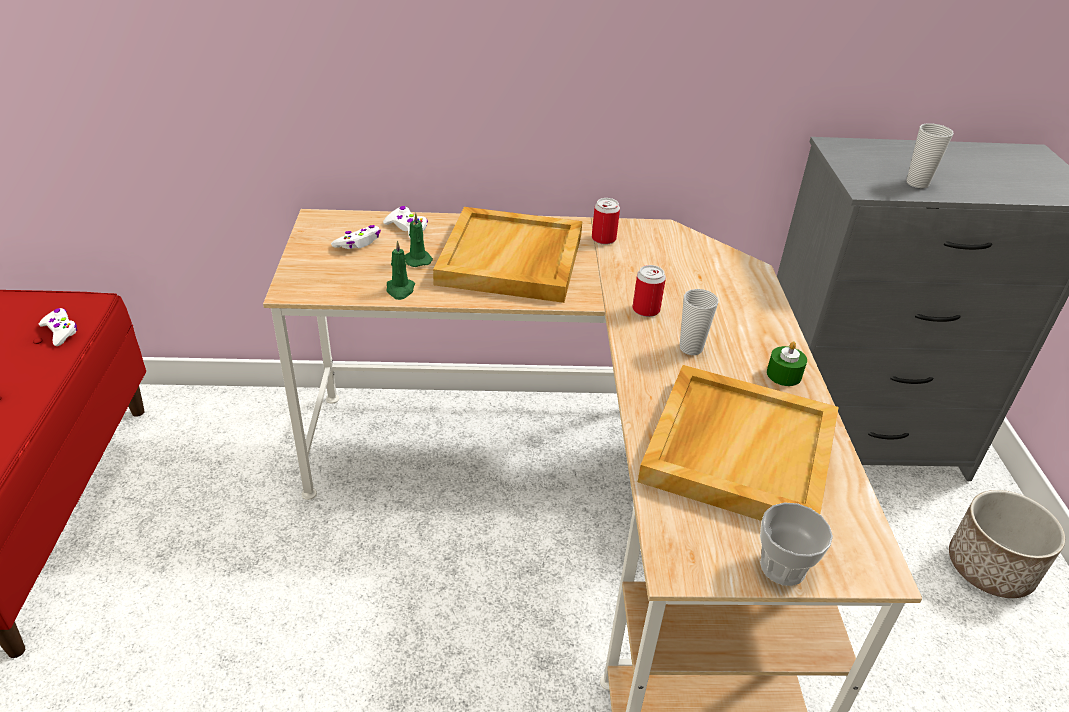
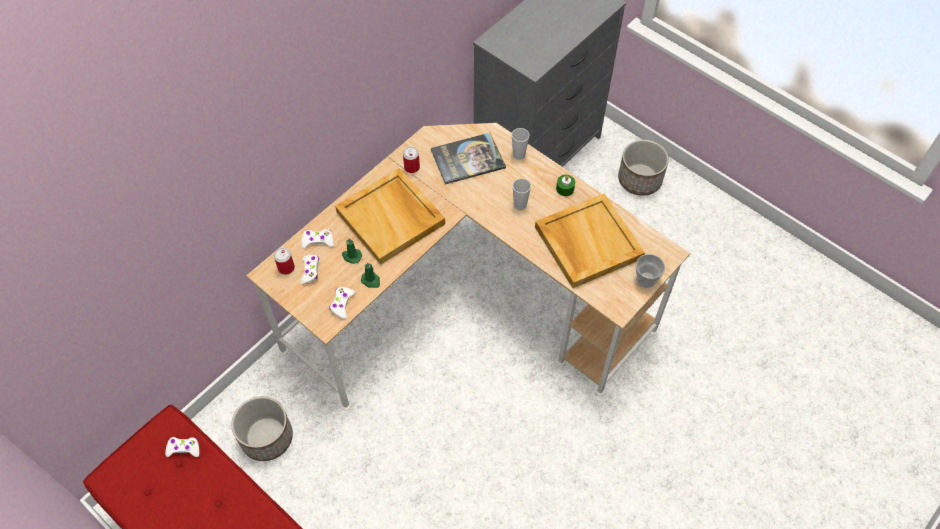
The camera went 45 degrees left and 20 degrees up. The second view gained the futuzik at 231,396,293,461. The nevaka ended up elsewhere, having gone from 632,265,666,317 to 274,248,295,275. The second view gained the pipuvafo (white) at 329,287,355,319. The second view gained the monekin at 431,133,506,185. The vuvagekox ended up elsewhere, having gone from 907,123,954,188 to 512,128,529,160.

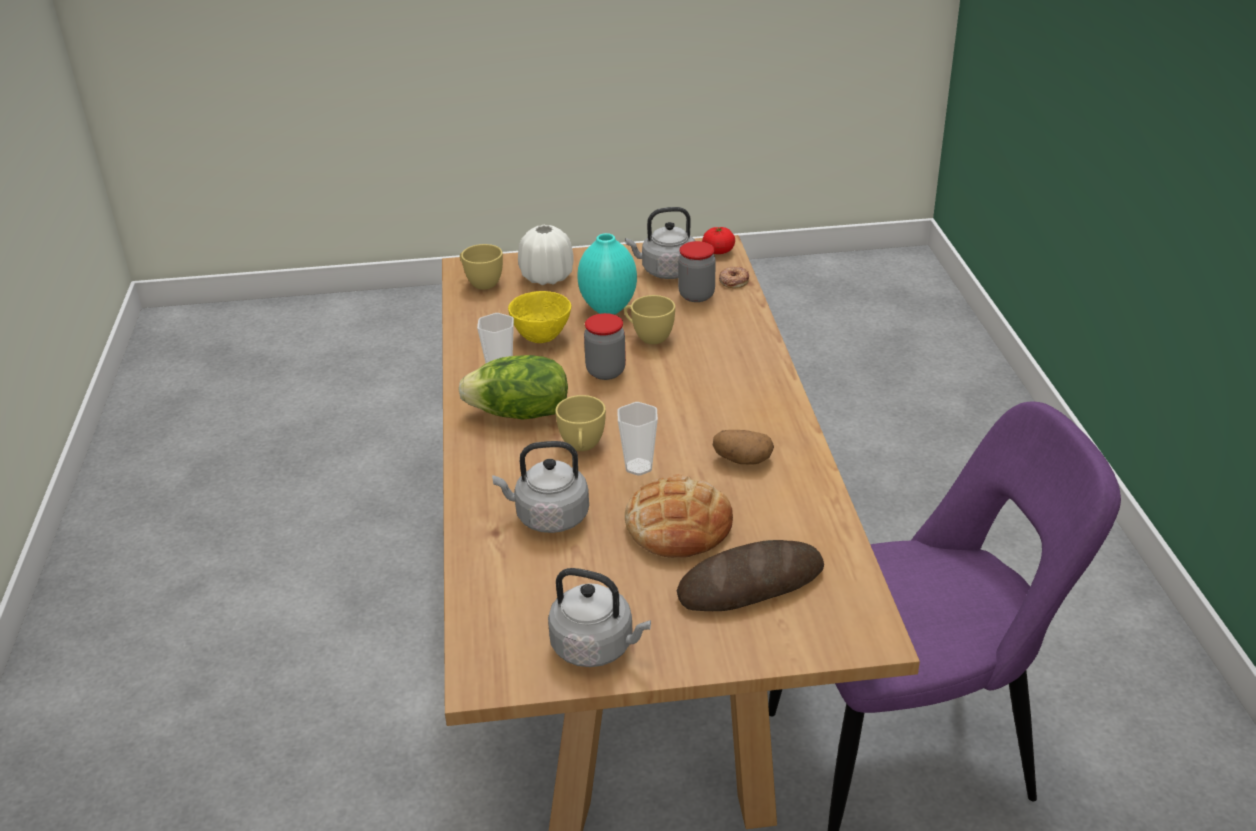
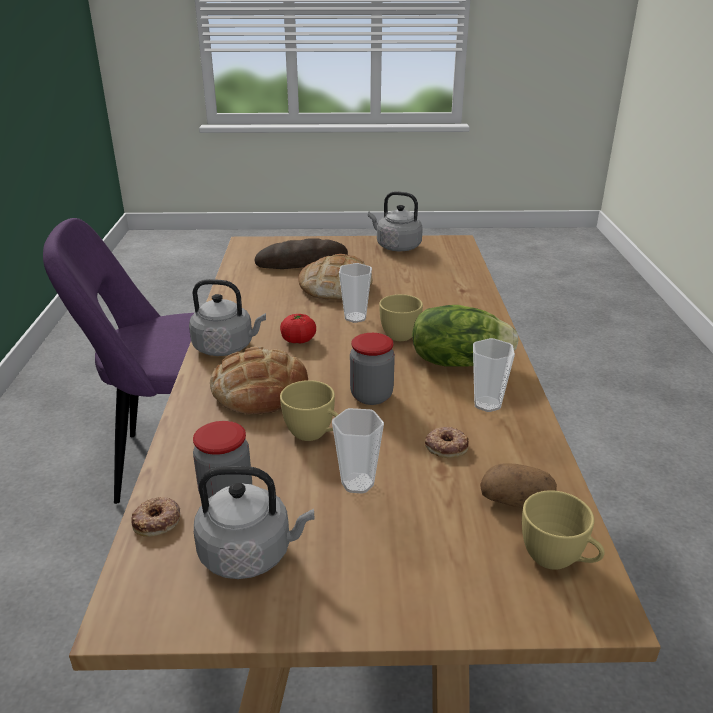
The camera went 175 degrees left and 5 degrees down. The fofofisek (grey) ended up elsewhere, having gone from 492,441,589,533 to 189,279,266,356. The second view gained the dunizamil at 210,347,308,415. The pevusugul ended up elsewhere, having gone from 702,227,735,254 to 280,314,316,344. Where the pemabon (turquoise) stood at 577,233,637,314, the vuvagekox came to stand at 332,408,384,494. Where the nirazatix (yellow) stood at 508,291,571,343, the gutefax came to stand at 425,427,469,458. The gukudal ended up elsewhere, having gone from 713,430,774,464 to 480,463,557,508. The second view lost the pemabon (white) at 518,225,574,285.

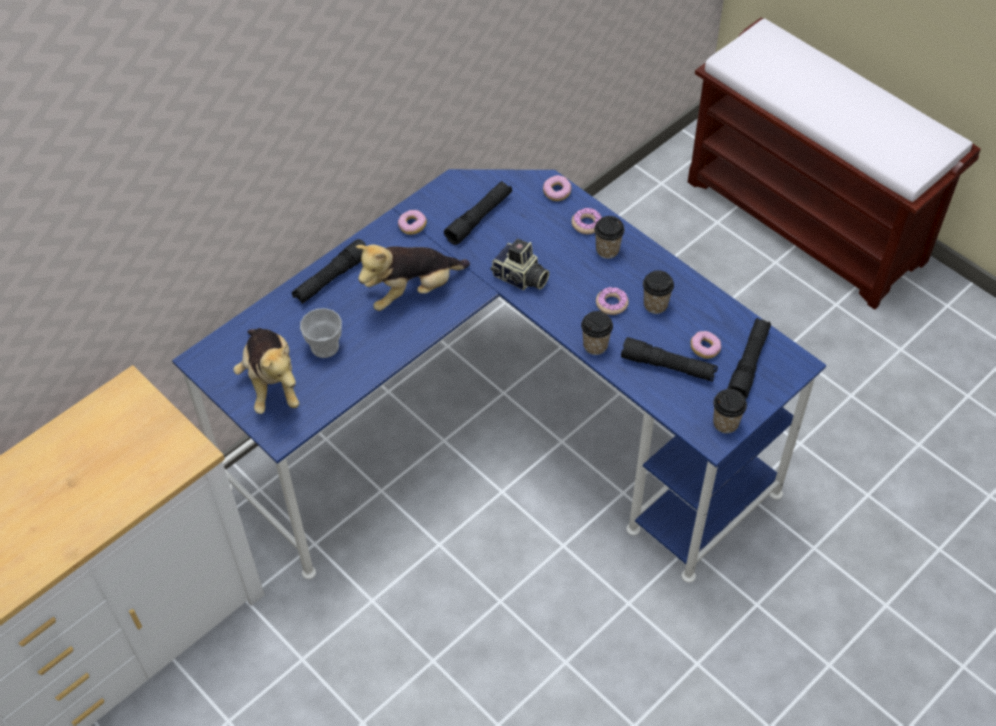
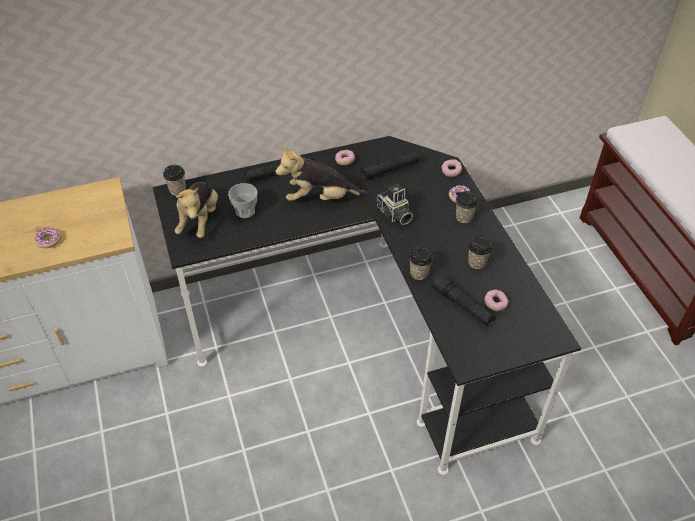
The camera went 25 degrees right and 5 degrees down. The gutefax ended up elsewhere, having gone from 596,287,629,315 to 35,227,61,248. What was the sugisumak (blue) at 172,169,826,582 turned into the sugisumak (black) at 153,136,581,475. The vuvagekox ended up elsewhere, having gone from 713,389,747,434 to 163,165,186,196. The second view lost the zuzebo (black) at 727,318,771,399.

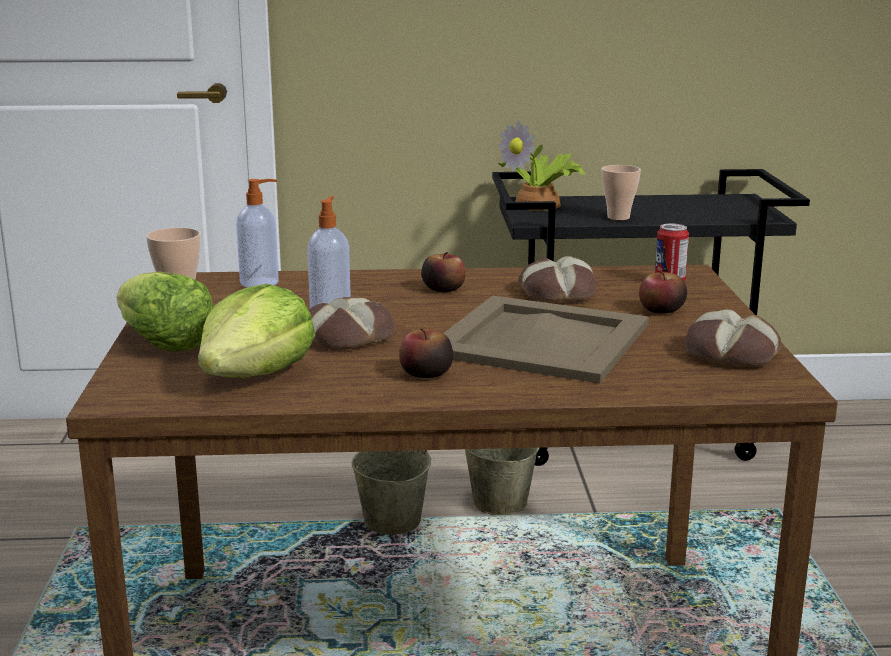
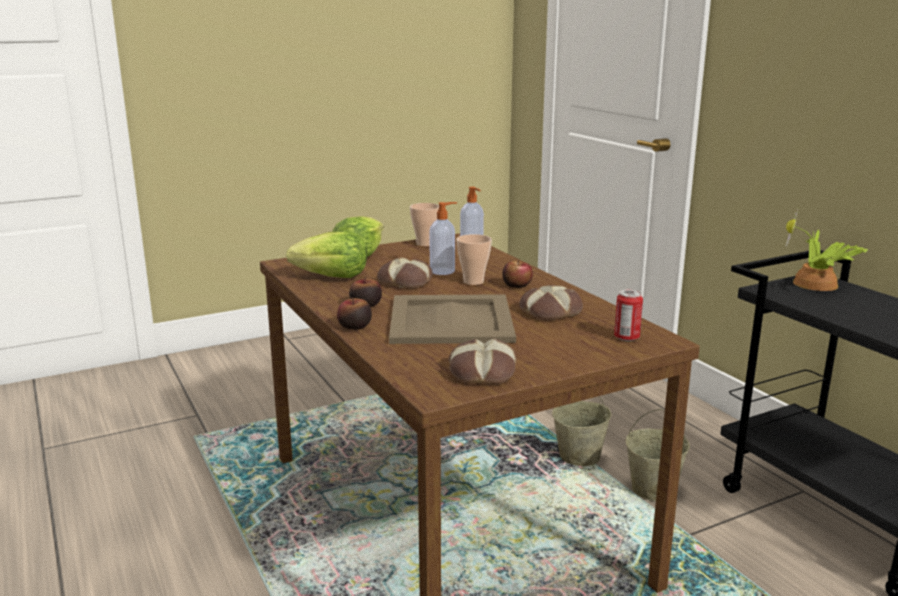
The camera went 65 degrees right and 0 degrees up. The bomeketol ended up elsewhere, having gone from 639,271,687,313 to 337,297,372,330. The vuvagekox ended up elsewhere, having gone from 602,165,641,220 to 456,234,492,285.

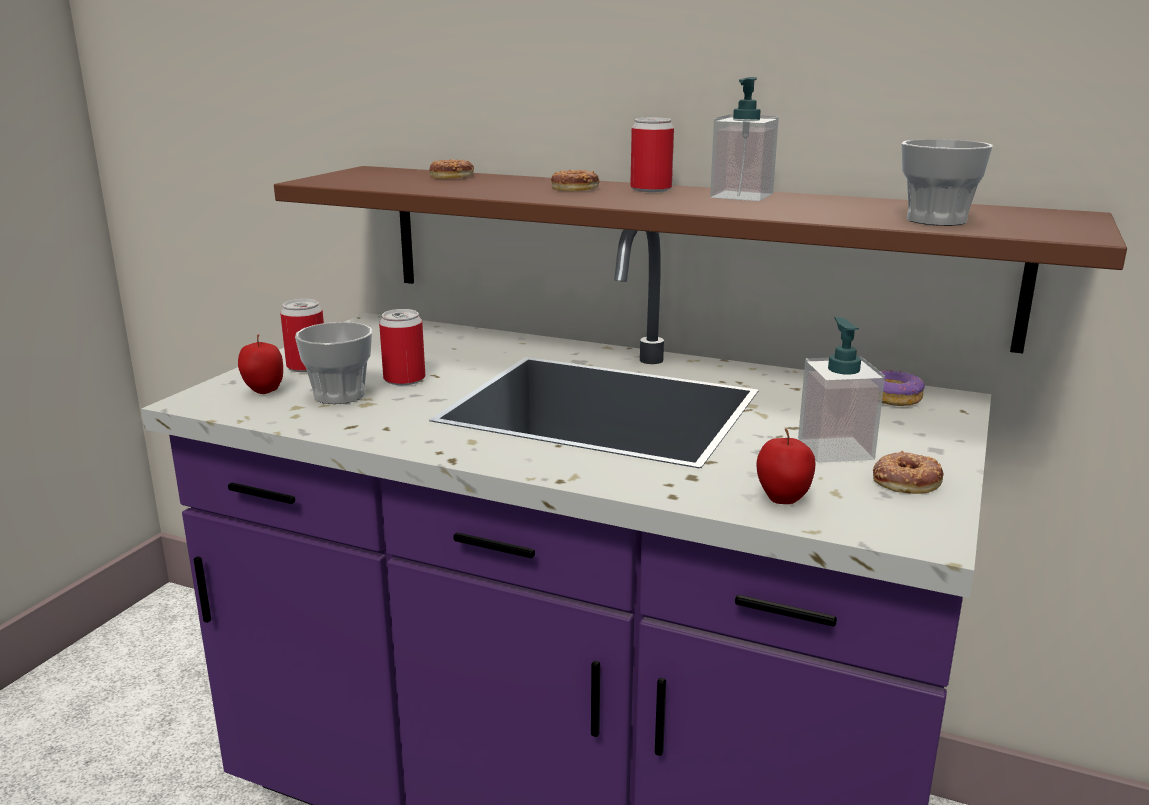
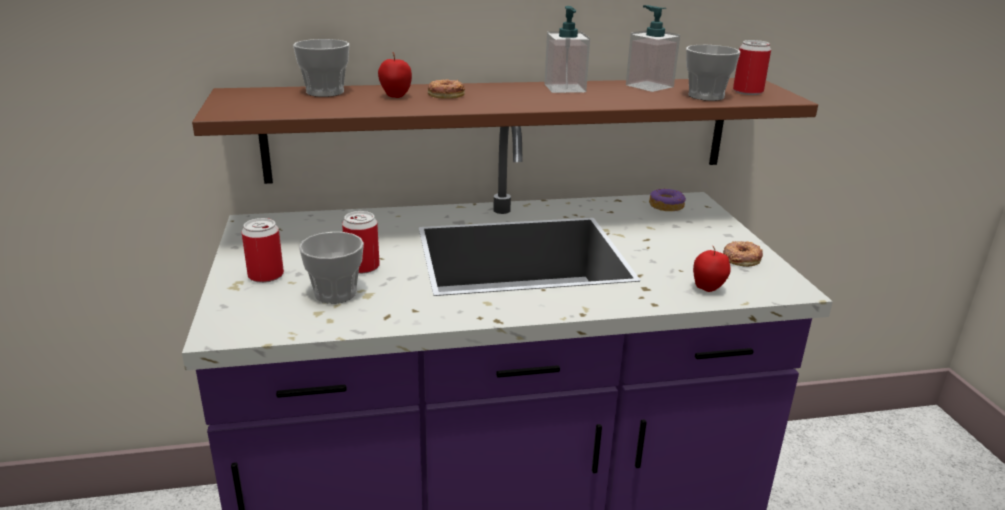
The camera went 35 degrees left and 5 degrees up. Where the gutefax stood at 429,159,474,179, the vuvagekox came to stand at 293,39,350,97. The bomeketol ended up elsewhere, having gone from 238,334,283,394 to 378,52,412,98. The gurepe ended up elsewhere, having gone from 798,317,885,462 to 626,5,680,92. The nevaka ended up elsewhere, having gone from 630,118,674,192 to 733,40,771,95.

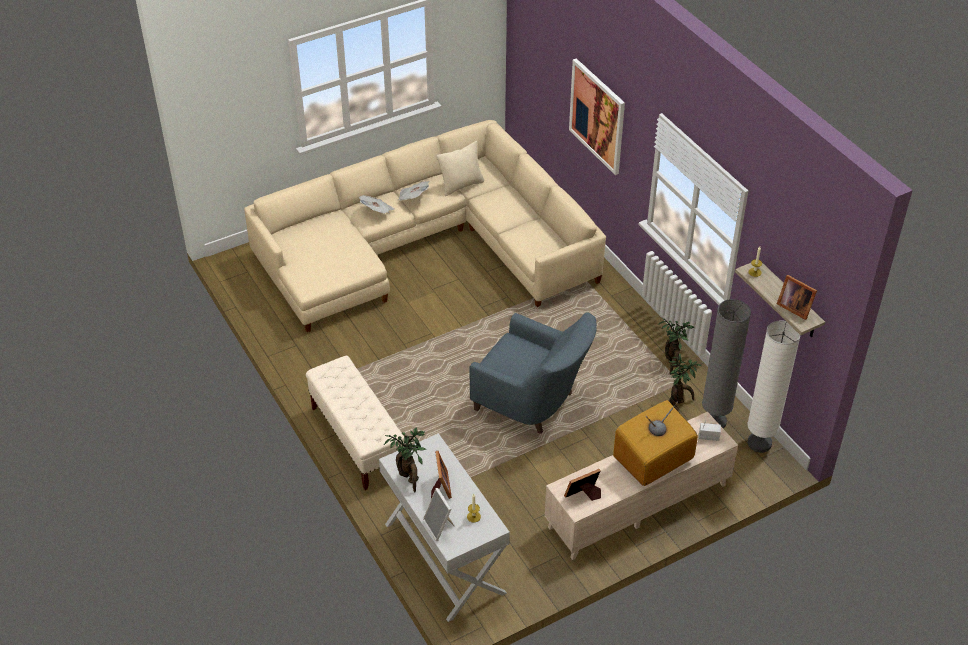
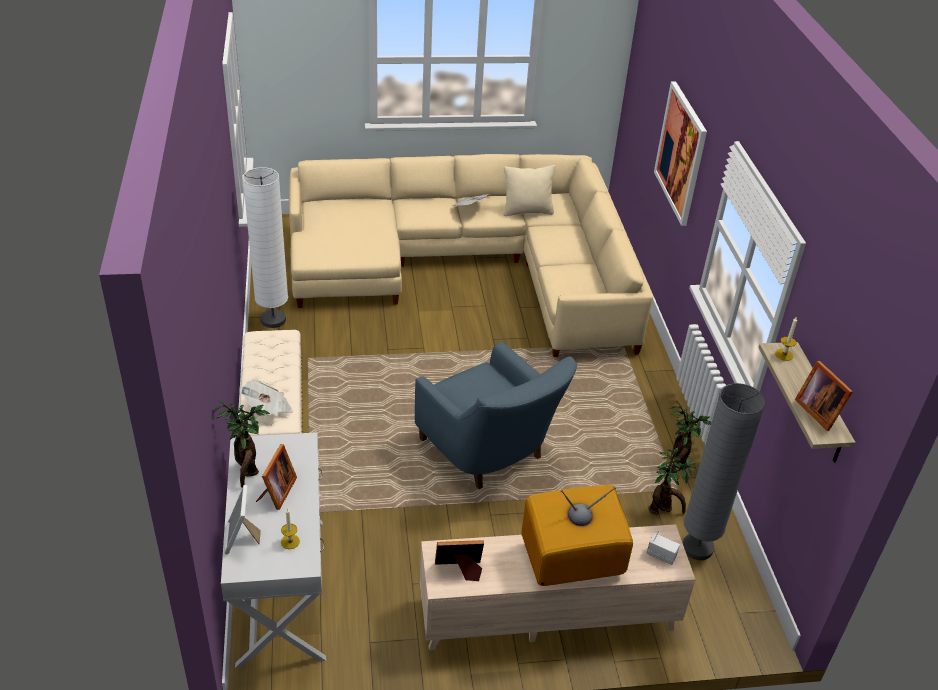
The camera went 20 degrees right and 5 degrees down. The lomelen ended up elsewhere, having gone from 359,195,395,214 to 240,380,293,416. The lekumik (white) ended up elsewhere, having gone from 747,320,801,453 to 242,167,288,328.

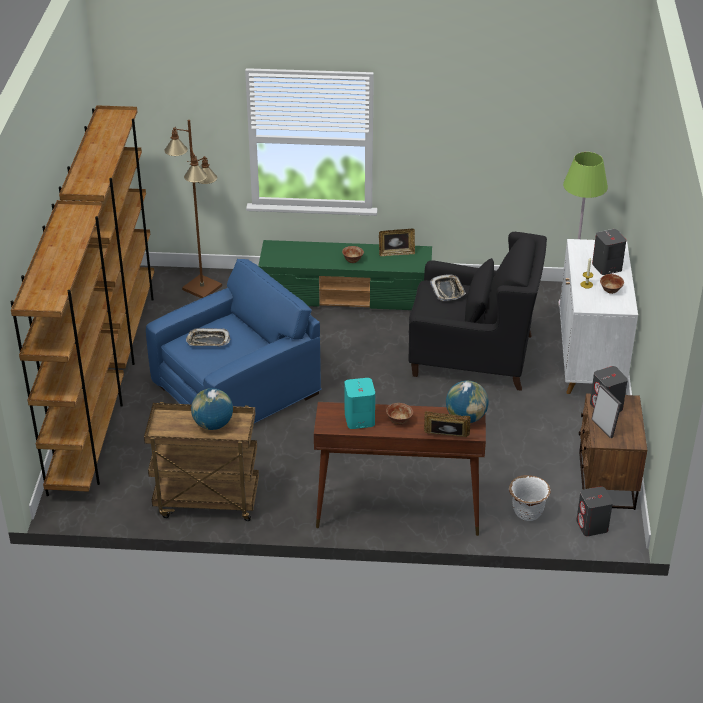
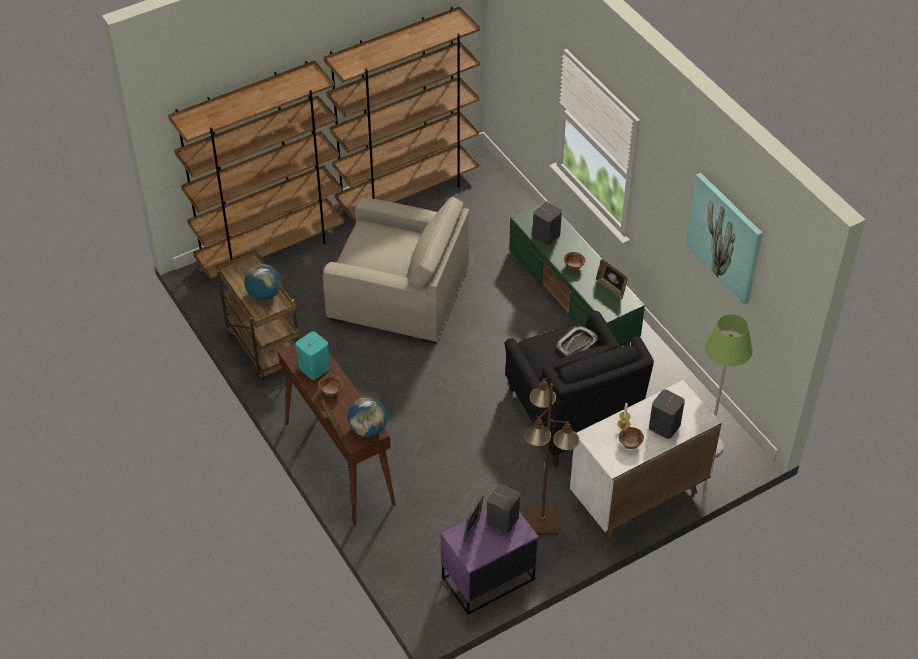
The camera went 55 degrees right and 10 degrees up. What was the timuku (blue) at 146,259,322,423 turned into the timuku (beige) at 323,197,469,344. What was the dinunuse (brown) at 579,393,647,510 turned into the dinunuse (purple) at 441,510,539,615. The lekumik (brown) ended up elsewhere, having gone from 164,120,222,298 to 524,378,580,535. The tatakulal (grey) ended up elsewhere, having gone from 576,486,613,536 to 532,202,562,245. The second view gained the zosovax at 686,173,763,304. The second view lost the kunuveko at 186,328,230,346. The second view lost the futuzik (white) at 509,475,551,521.

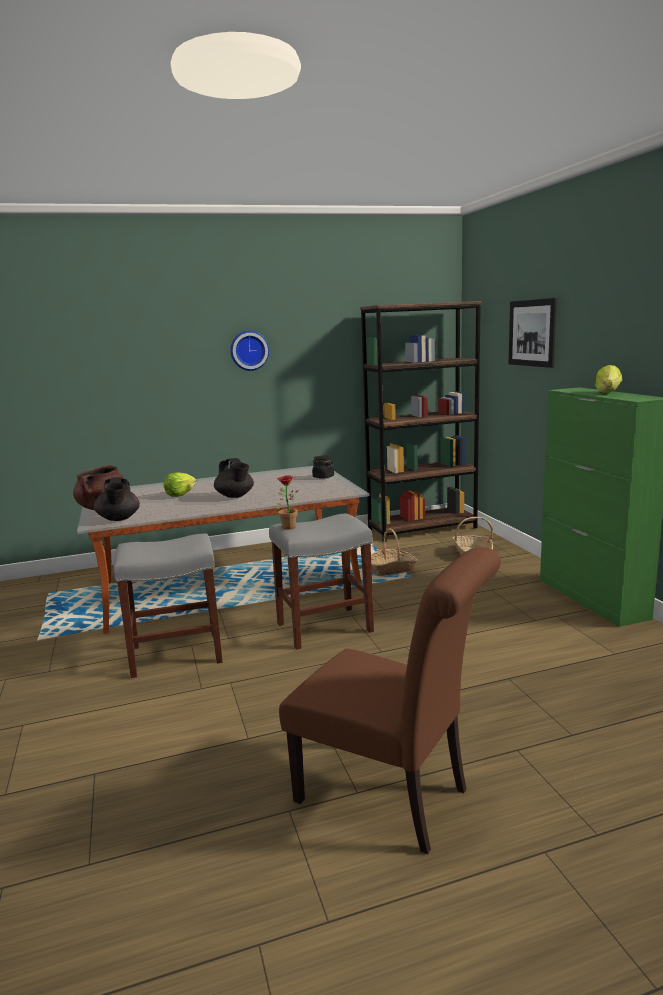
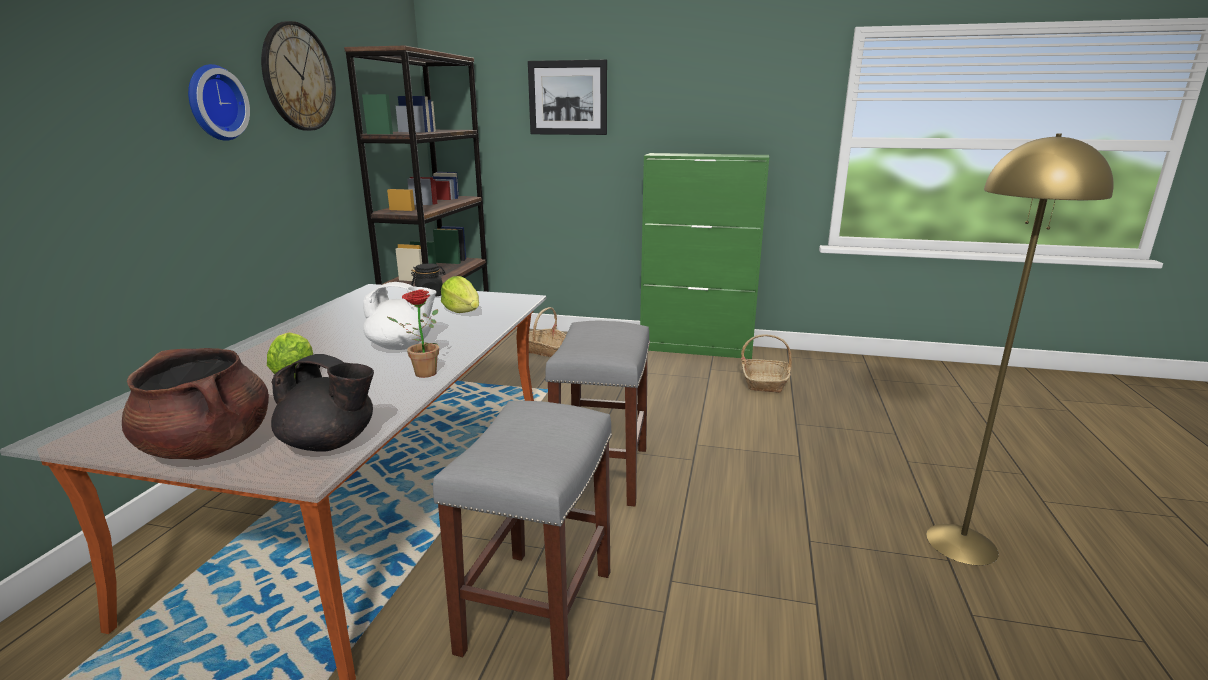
The camera went 60 degrees left and 5 degrees up. The second view gained the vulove at 261,21,336,131. What was the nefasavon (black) at 214,458,254,498 turned into the nefasavon (white) at 363,282,436,350. The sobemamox ended up elsewhere, having gone from 275,475,299,530 to 387,289,439,378. The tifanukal ended up elsewhere, having gone from 595,365,622,393 to 441,276,479,313. The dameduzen ended up elsewhere, having gone from 371,528,418,576 to 741,334,792,393. Where the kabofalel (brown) stood at 279,547,501,855, the lekumik (yellow) came to stand at 926,133,1114,565.

